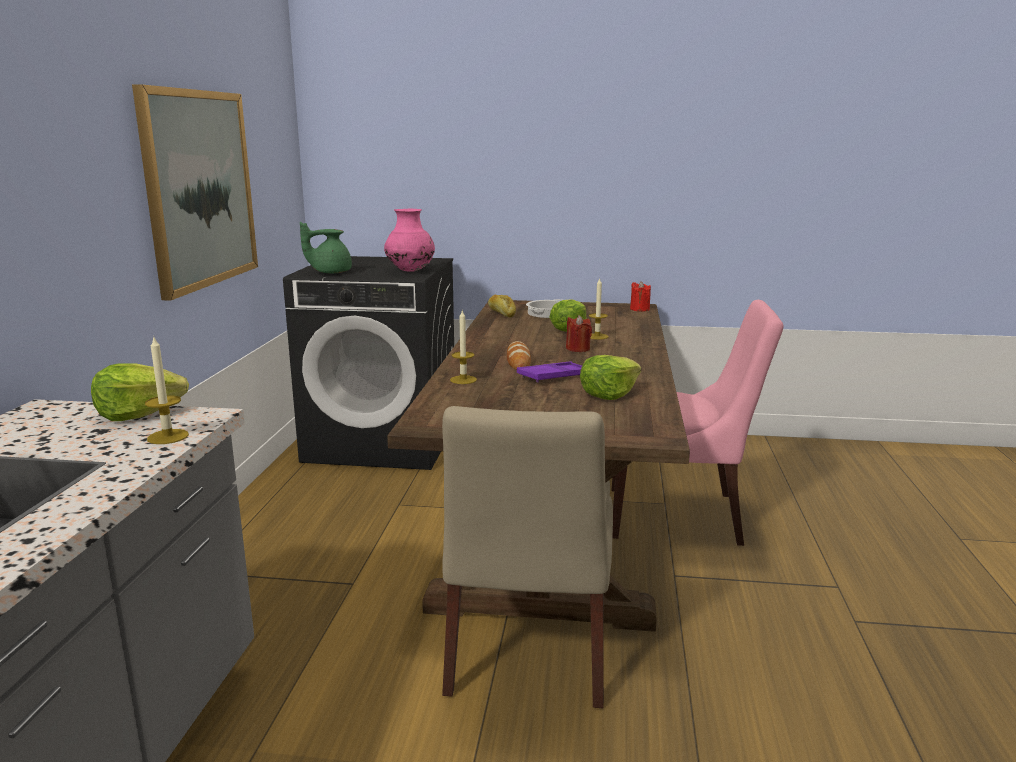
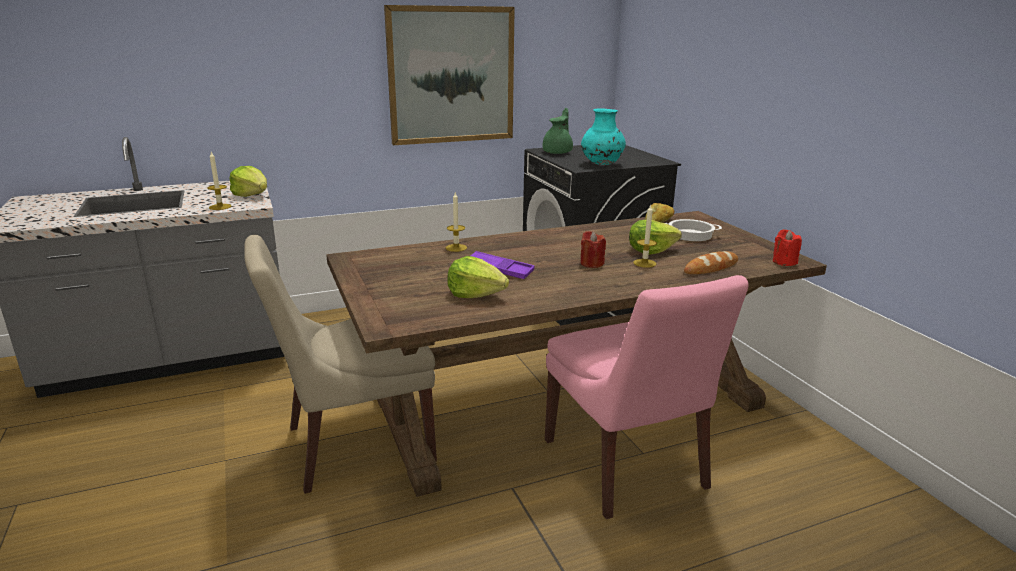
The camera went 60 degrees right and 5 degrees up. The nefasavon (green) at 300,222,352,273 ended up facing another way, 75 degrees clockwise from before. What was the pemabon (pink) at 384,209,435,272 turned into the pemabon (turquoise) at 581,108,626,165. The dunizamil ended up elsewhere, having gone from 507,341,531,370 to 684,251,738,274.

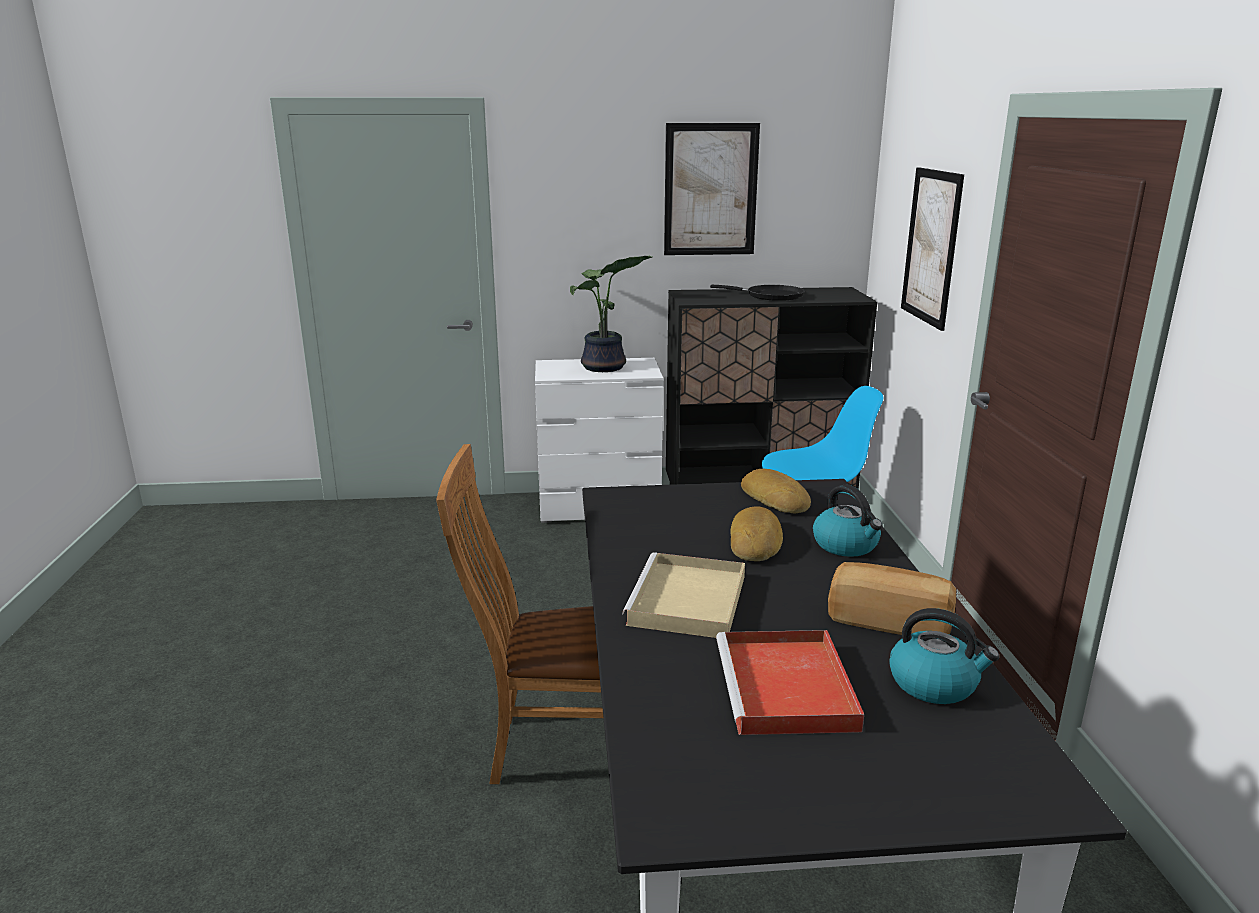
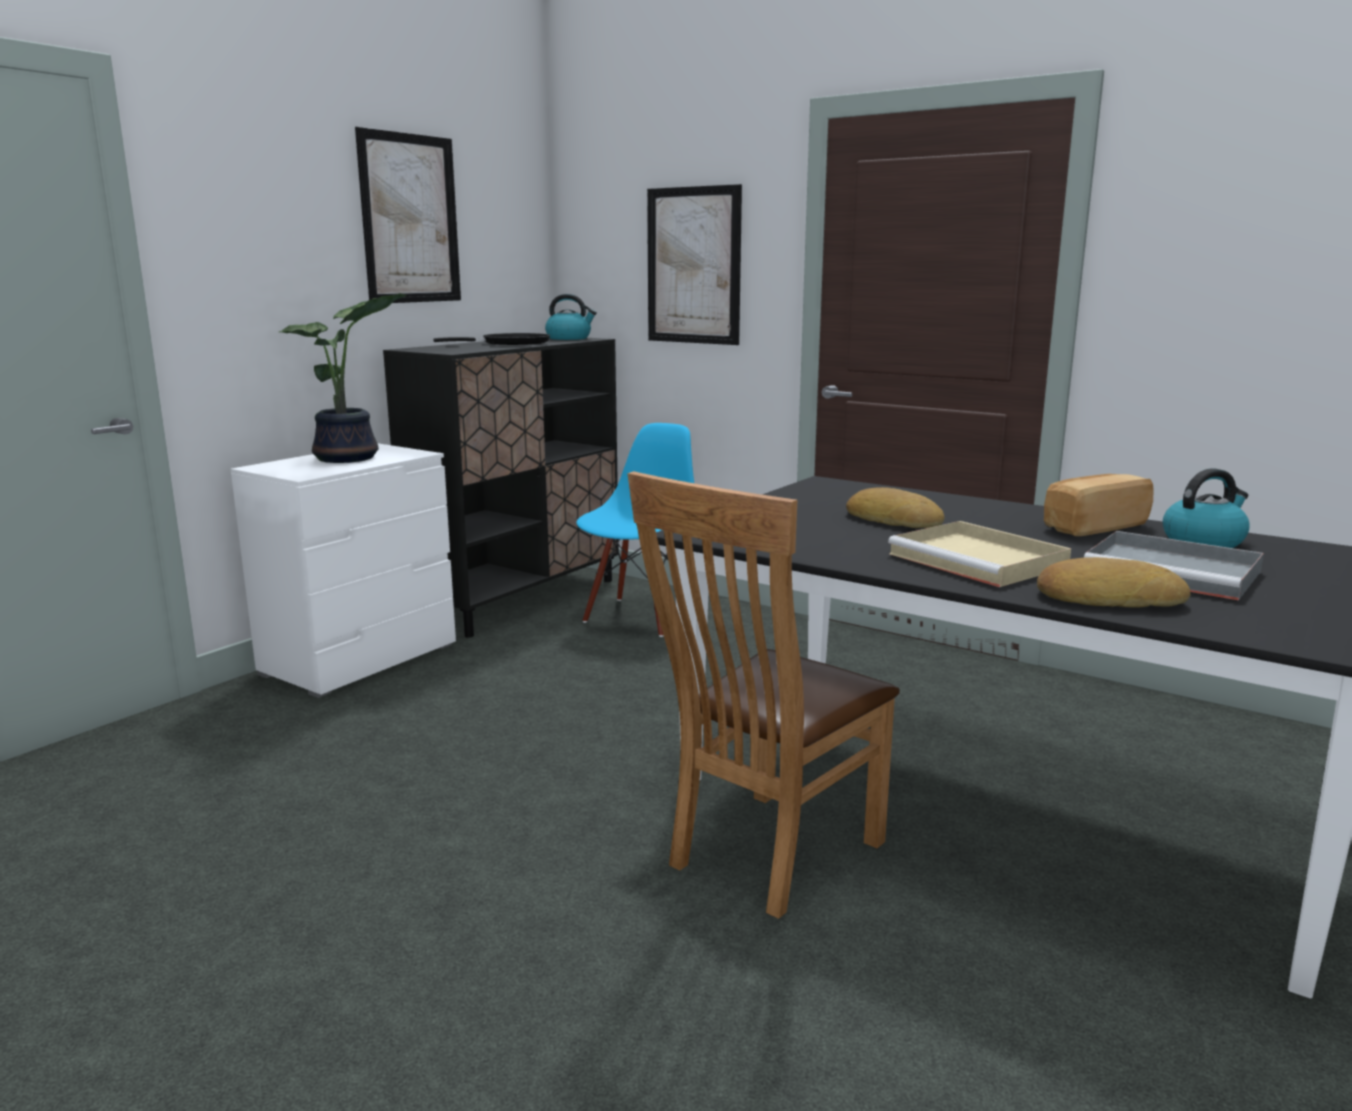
The camera went 50 degrees left and 5 degrees down. The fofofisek ended up elsewhere, having gone from 813,485,883,557 to 545,294,597,340. The dunizamil ended up elsewhere, having gone from 741,469,811,513 to 1037,557,1191,608. What was the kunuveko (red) at 716,630,864,735 turned into the kunuveko (grey) at 1084,531,1264,600.

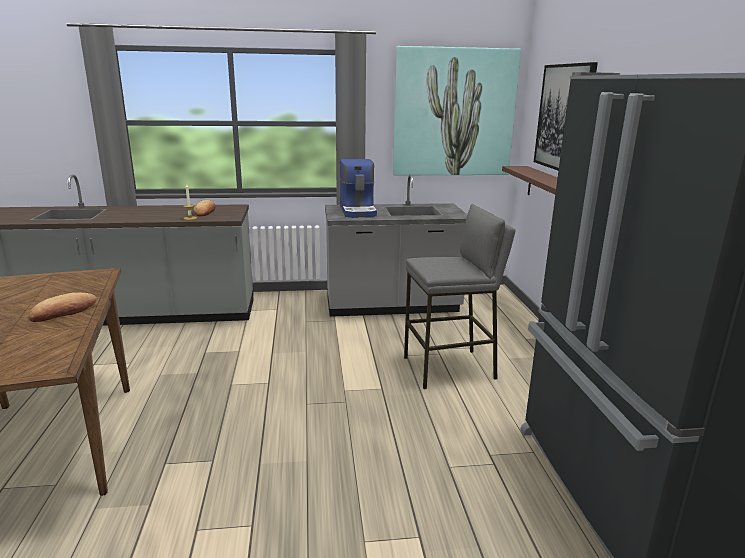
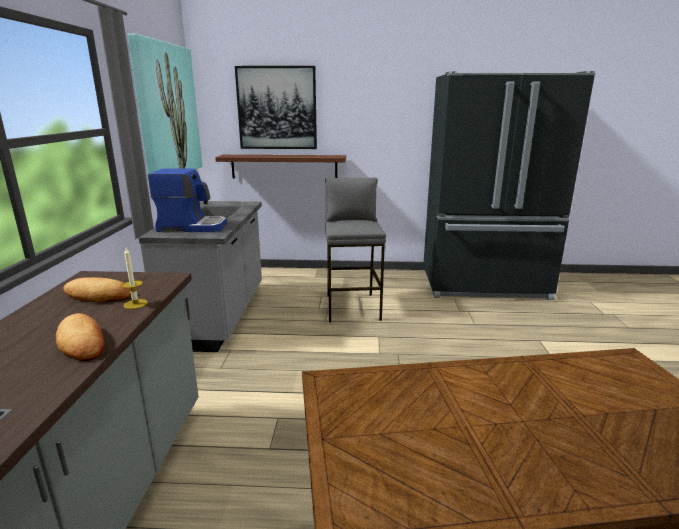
The camera went 80 degrees left and 0 degrees up. The dunizamil ended up elsewhere, having gone from 29,293,96,322 to 56,313,105,361.

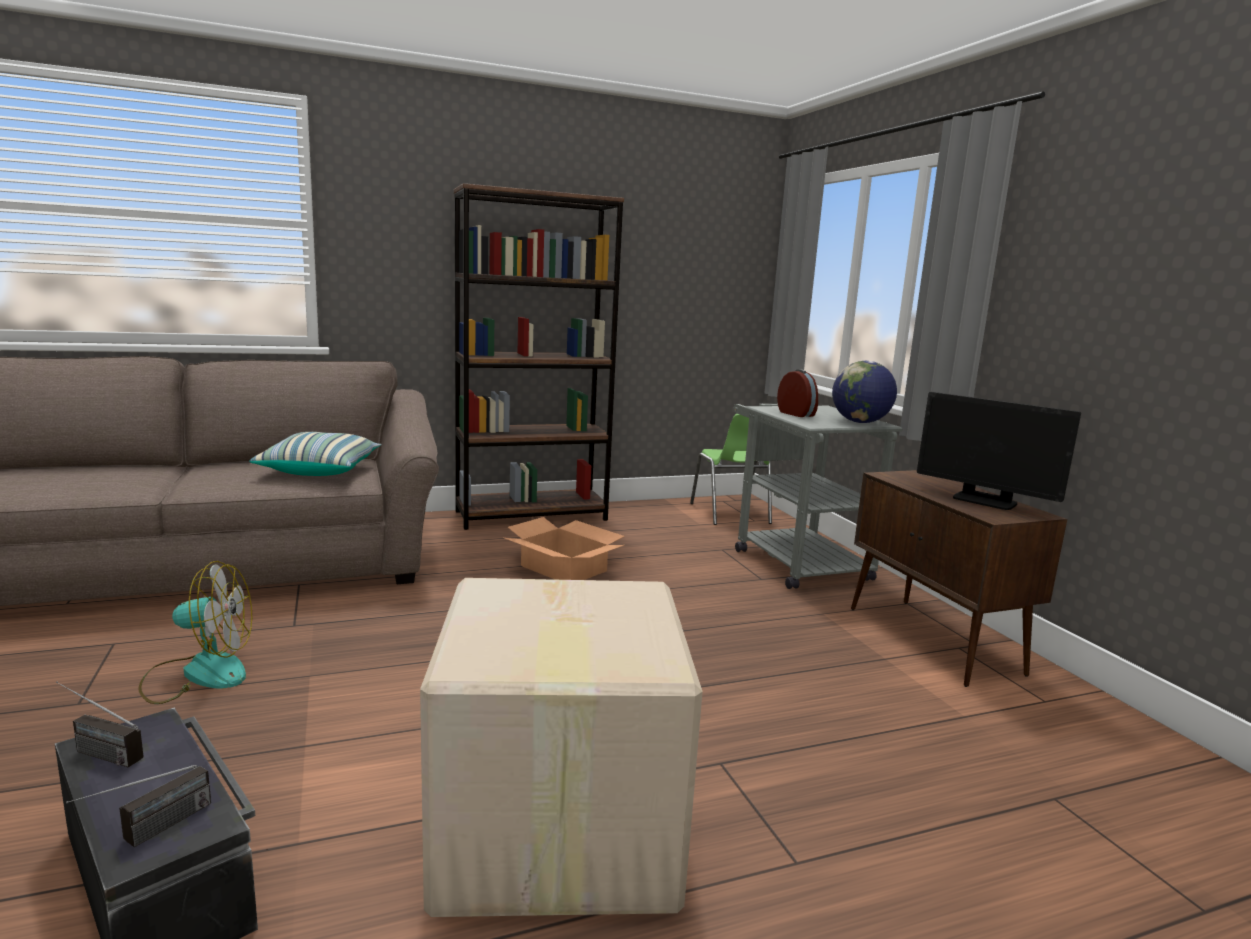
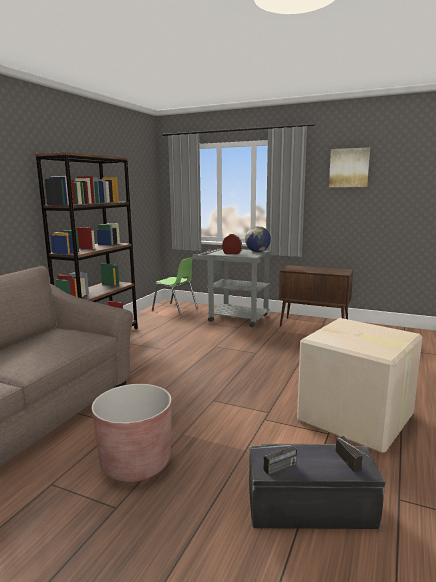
The camera went 45 degrees left and 0 degrees up. Where the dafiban stood at 138,561,252,704, the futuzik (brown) came to stand at 91,384,172,482. The second view gained the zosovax at 329,147,370,187. The second view lost the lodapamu at 249,432,382,476. The second view lost the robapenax at 504,517,625,580. The second view lost the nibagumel at 917,392,1081,510.

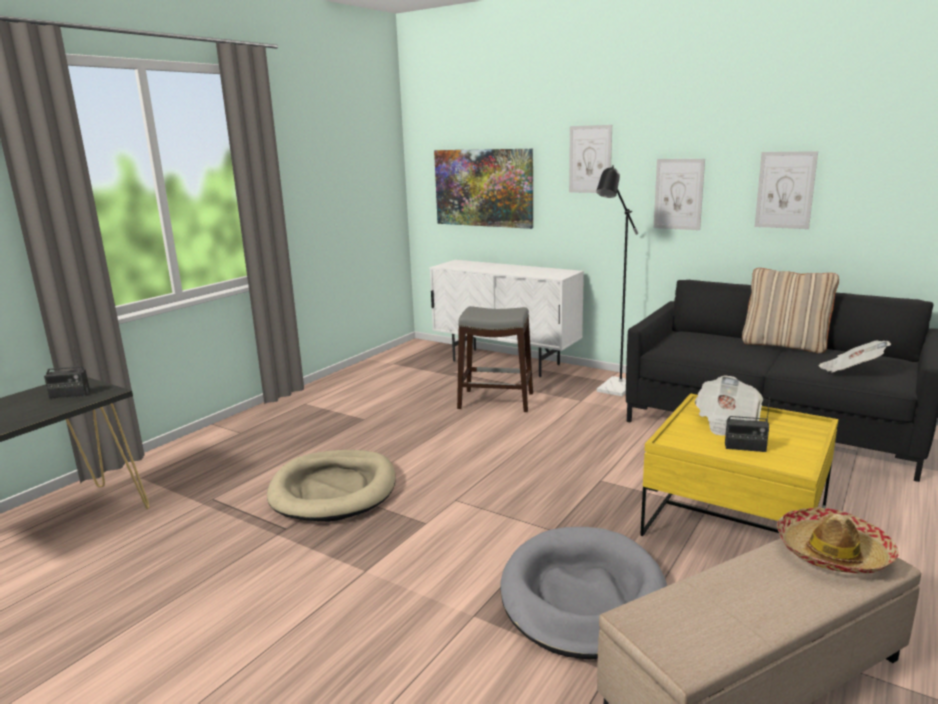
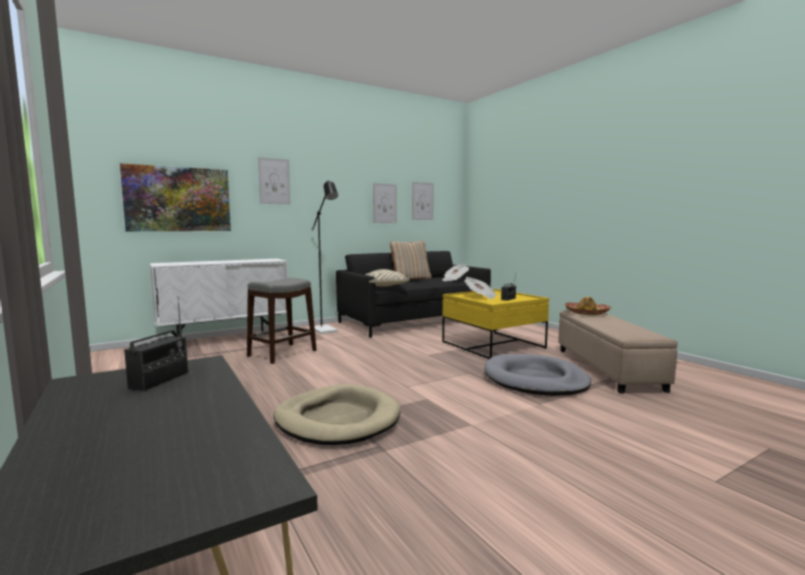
The camera went 65 degrees left and 10 degrees down. The second view gained the lodapamu (beige) at 365,269,410,287. The zosovax ended up elsewhere, having gone from 654,159,705,230 to 412,182,434,220.

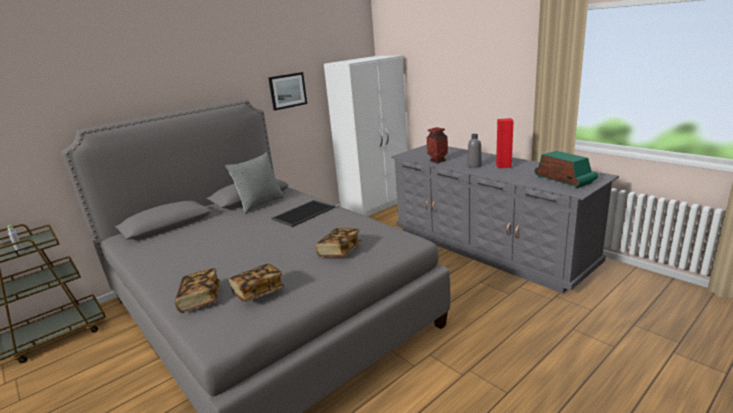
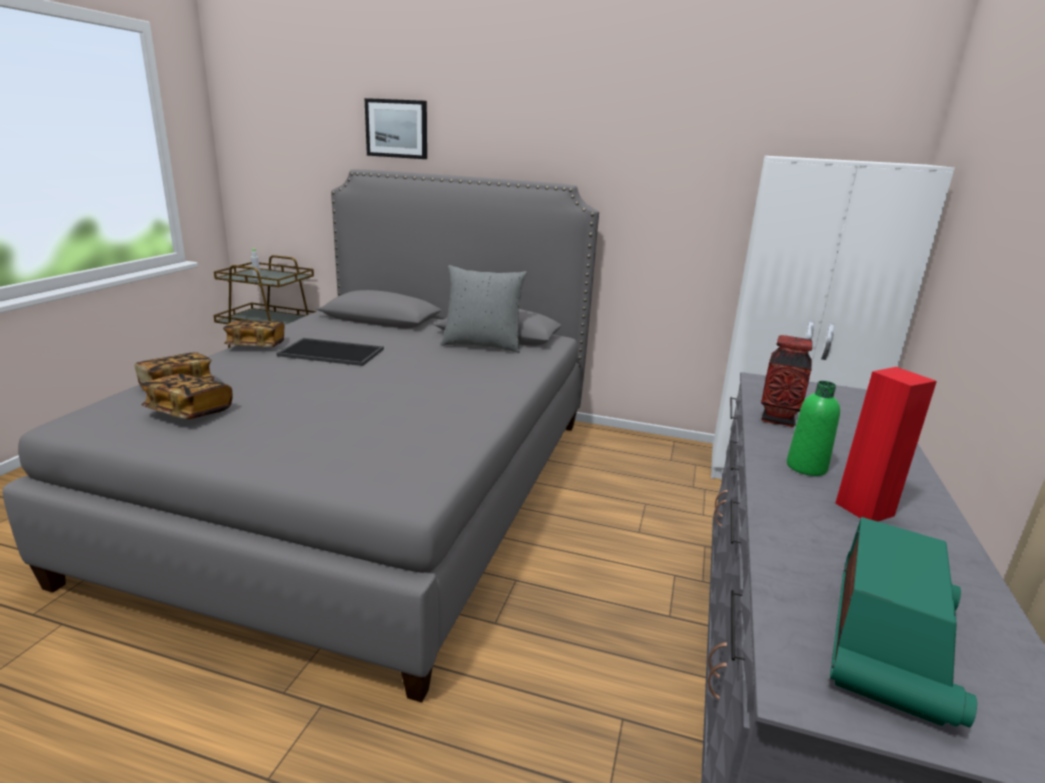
The camera went 55 degrees right and 0 degrees up. The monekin ended up elsewhere, having gone from 316,228,361,257 to 223,320,285,347. The kunuveko ended up elsewhere, having gone from 272,200,335,227 to 276,338,384,366. The zosovax ended up elsewhere, having gone from 268,72,307,111 to 364,98,427,159. What was the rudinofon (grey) at 467,134,482,168 turned into the rudinofon (green) at 787,381,840,476.

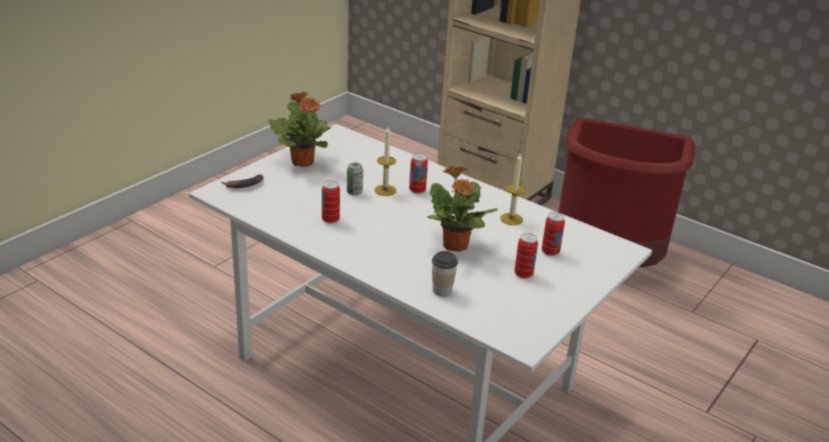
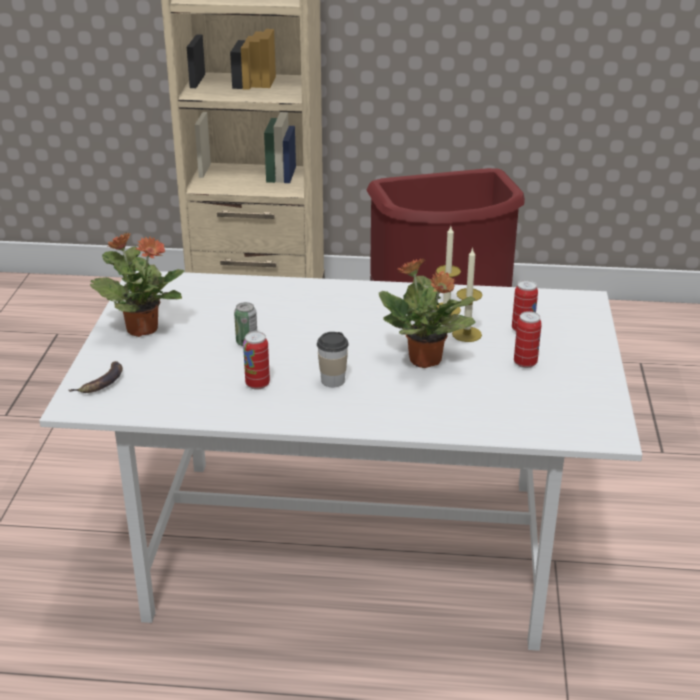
The camera went 30 degrees left and 0 degrees up. The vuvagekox ended up elsewhere, having gone from 432,251,458,297 to 317,332,349,387. The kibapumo ended up elsewhere, having gone from 374,127,396,196 to 452,247,483,342. The second view lost the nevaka at 409,153,428,194.

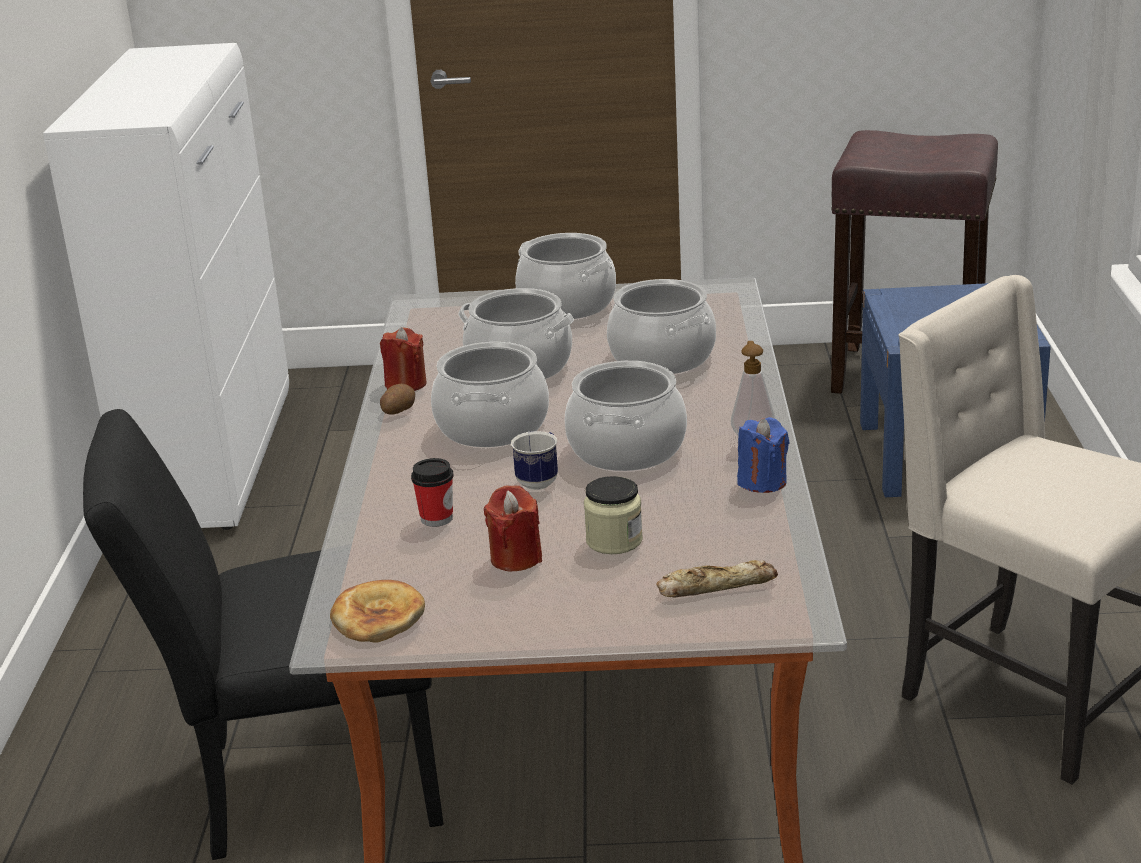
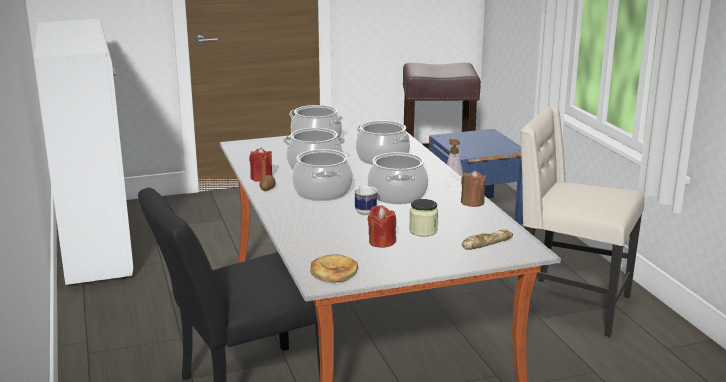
The camera went 20 degrees left and 5 degrees down. What was the kibapumo (blue) at 737,417,790,493 turned into the kibapumo (brown) at 461,170,486,207. The second view lost the vuvagekox at 411,458,454,527.

